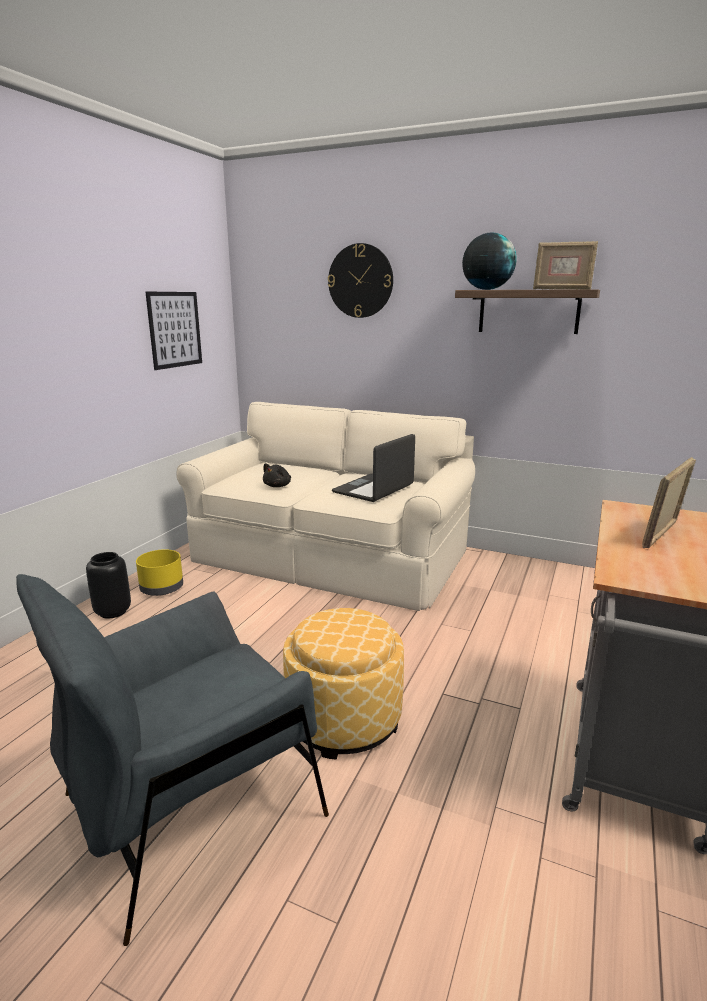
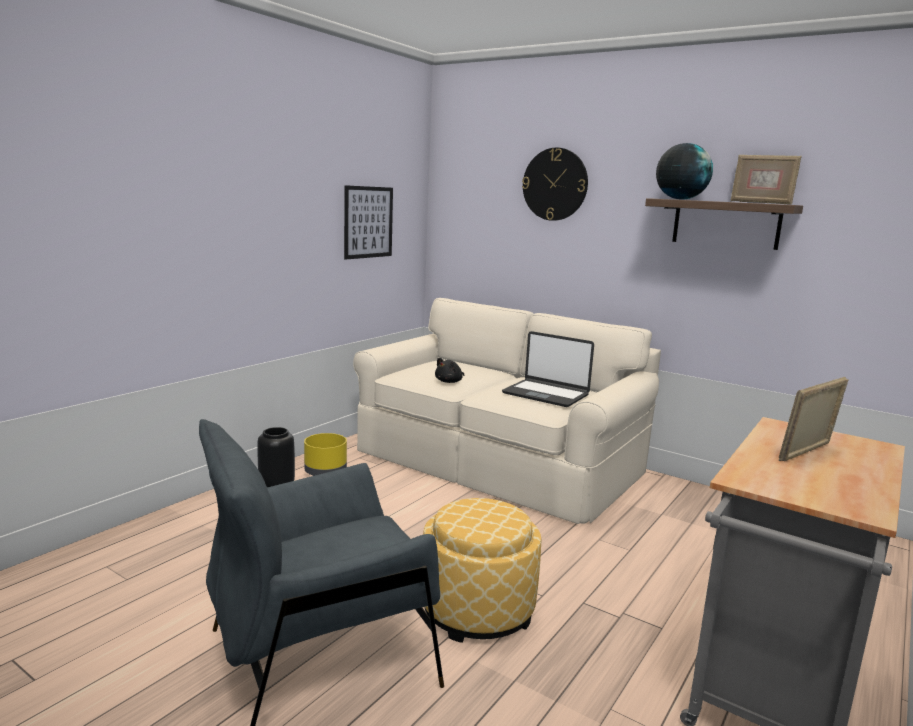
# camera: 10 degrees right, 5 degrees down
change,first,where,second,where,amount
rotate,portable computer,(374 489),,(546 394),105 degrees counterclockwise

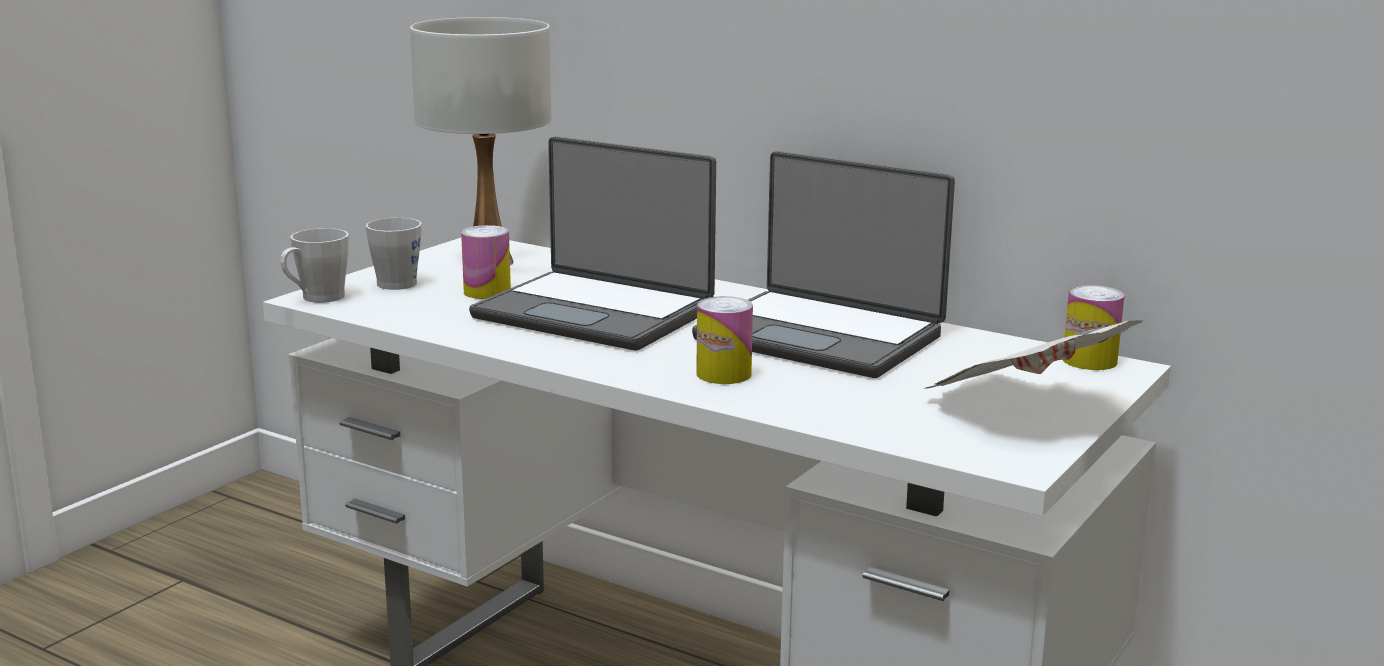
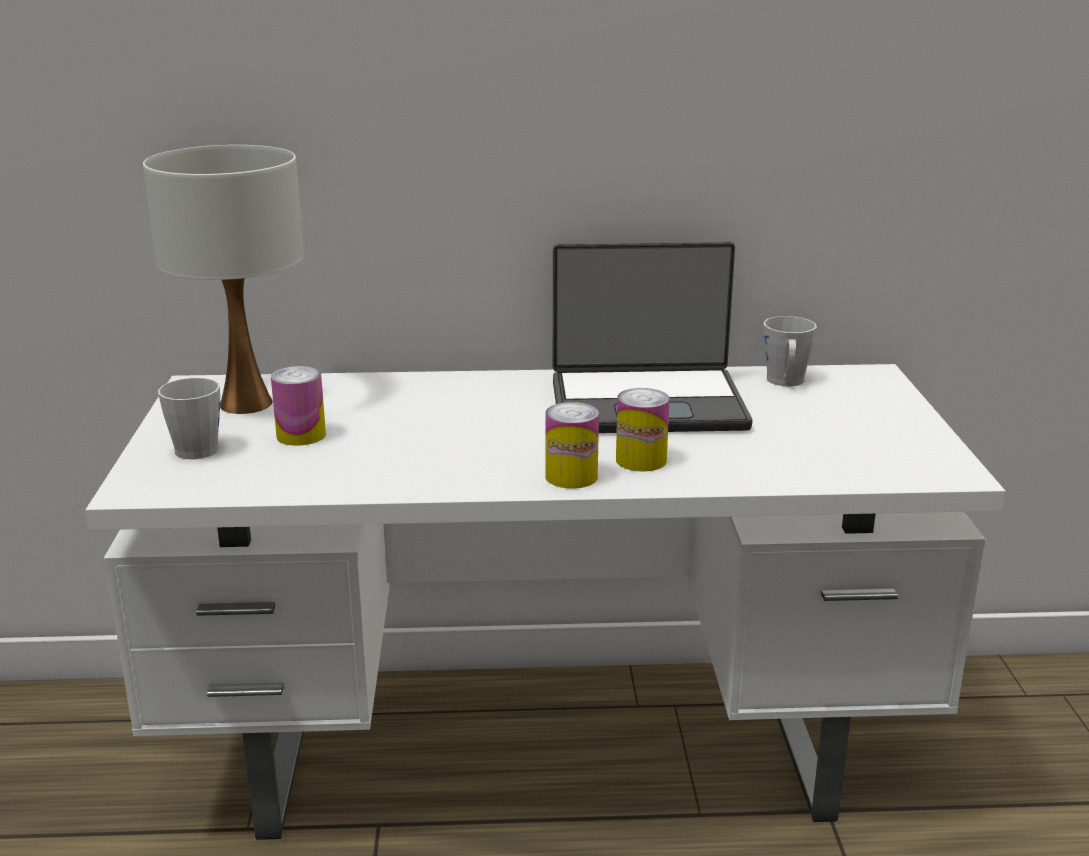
# camera: 35 degrees left, 5 degrees up
change,first,where,second,where,amount
delete,portable computer,(596 313),,,
delete,newspaper,(1025 408),,,
move,gray mug,(316 298),,(786 382),
move,metal can,(1089 361),,(571 476),

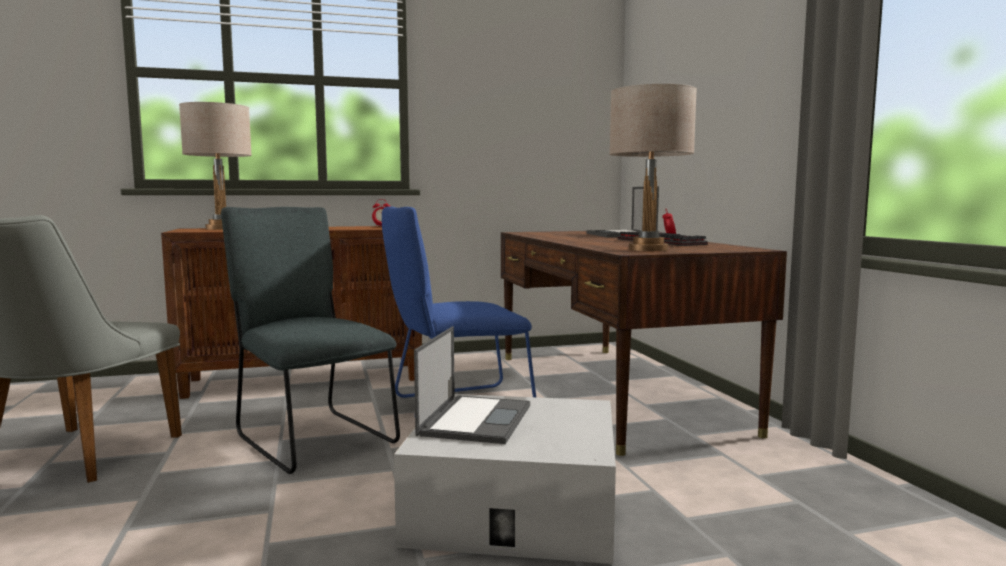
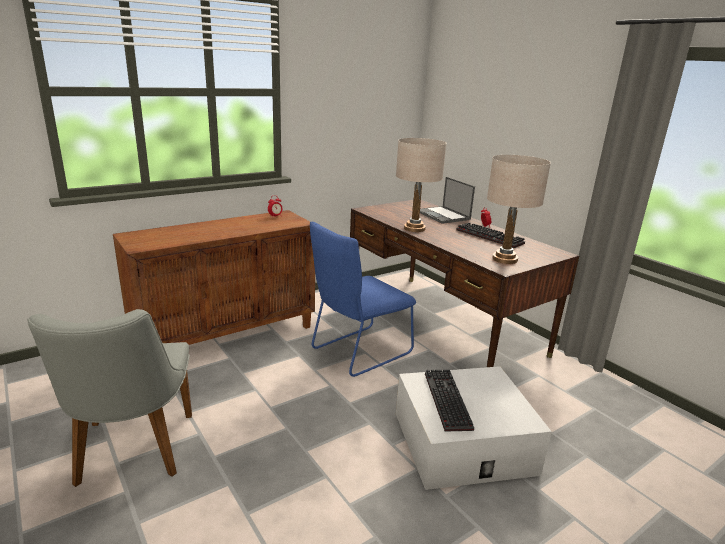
# camera: 20 degrees left, 15 degrees up
change,first,where,second,where,amount
delete,gray plain chair,(311 437),,,
move,beige table lamp,(222 228),,(414 228),
replace,portable computer,(476 419),keyboard,(445 399),

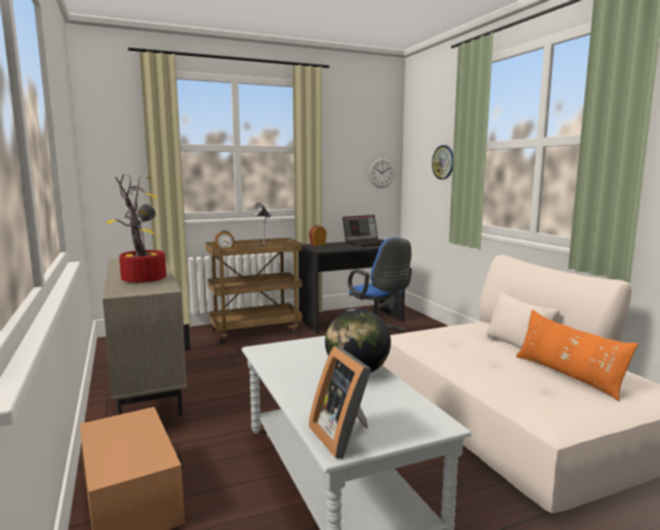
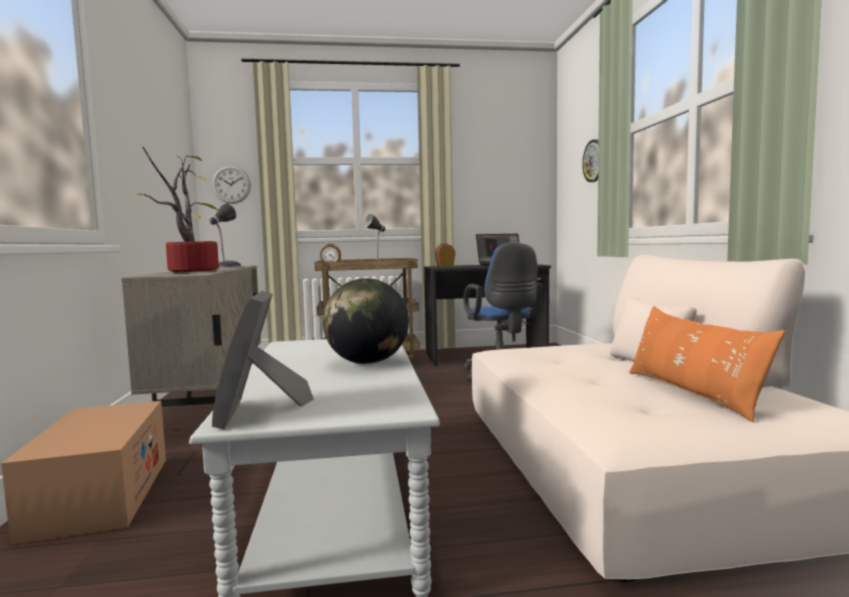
# camera: 15 degrees right, 5 degrees down
change,first,where,second,where,amount
move,hanging clock,(381 173),,(231 184),

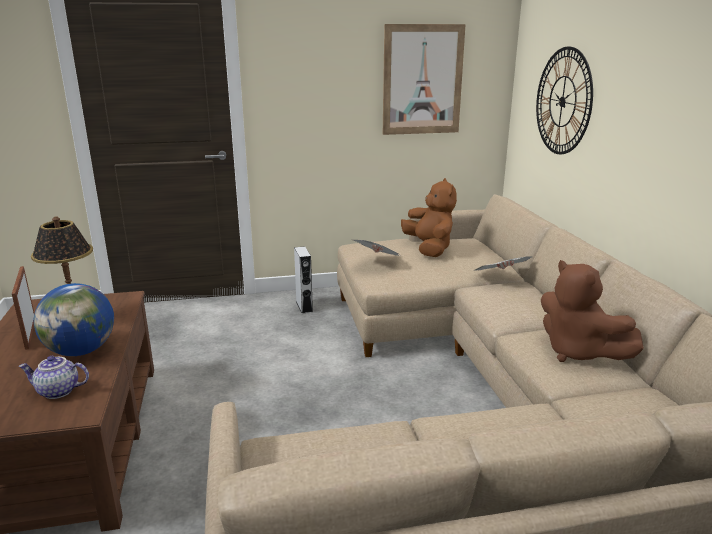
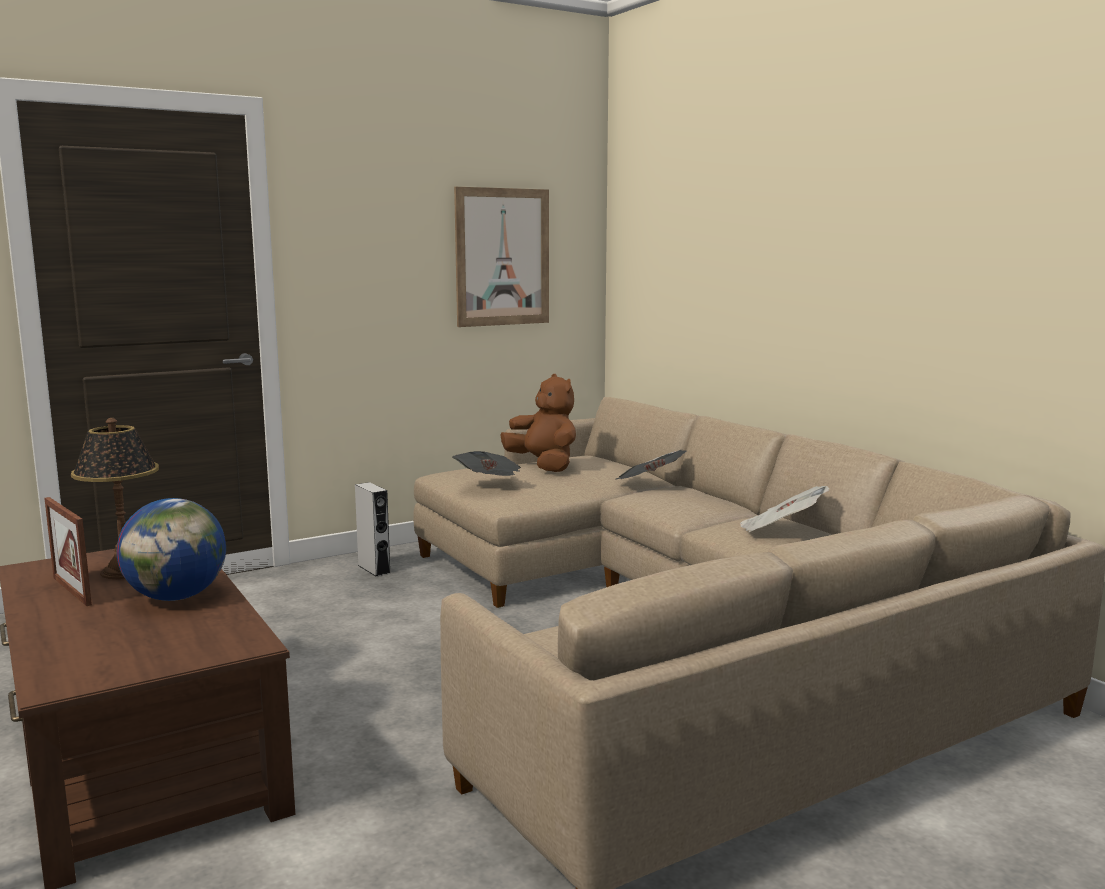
# camera: 20 degrees left, 10 degrees down
change,first,where,second,where,amount
delete,tea pot,(57 392),,,
delete,hanging clock,(562 101),,,
replace,brown-coloured soft toy,(577 352),newspaper,(780 531),

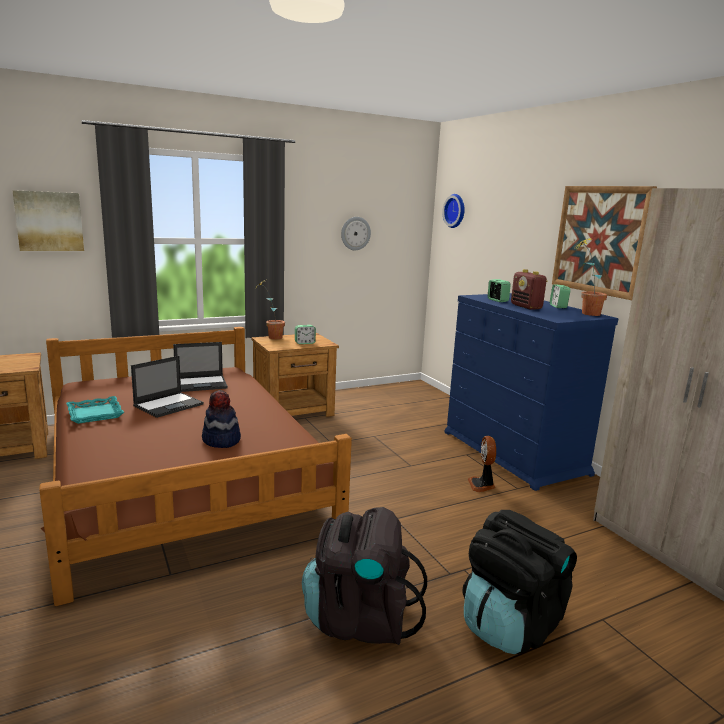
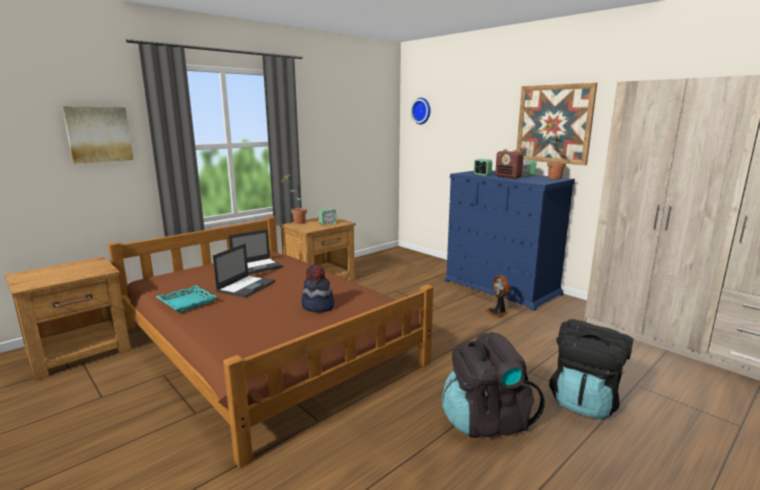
# camera: 15 degrees left, 0 degrees up
change,first,where,second,where,amount
delete,hanging clock,(355 233),,,

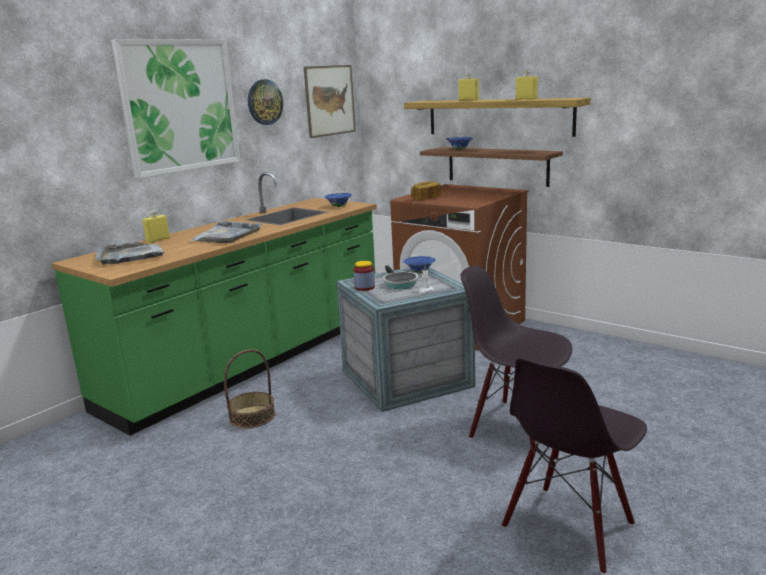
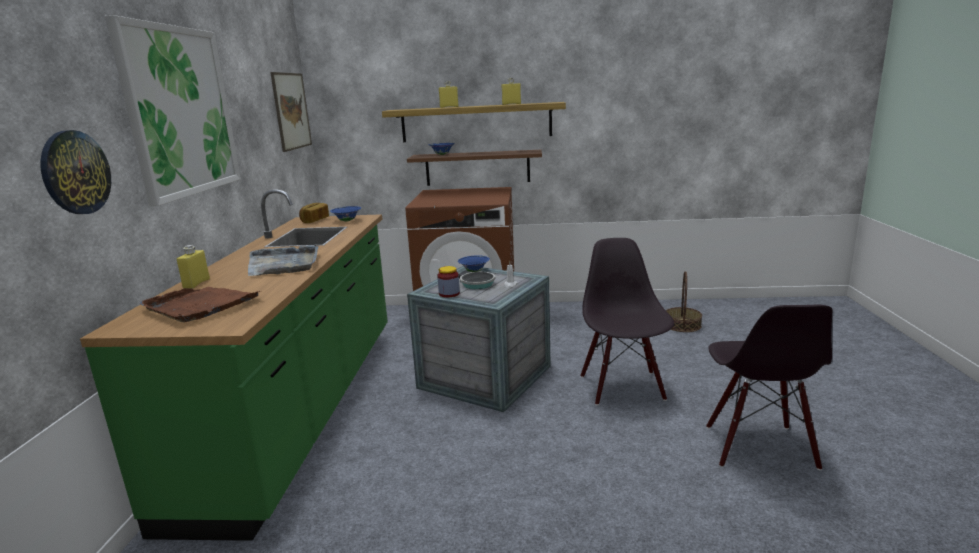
# camera: 35 degrees left, 0 degrees up
change,first,where,second,where,amount
move,storage basket,(252 416),,(682 325),
move,hanging clock,(264 102),,(75 172),
move,bread,(425 198),,(314 220),
recolor,gray serving tray,(131 256),brown-coloured serving tray,(200 306),
rotate,blackish plain chair,(516 426),,(623 387),90 degrees clockwise

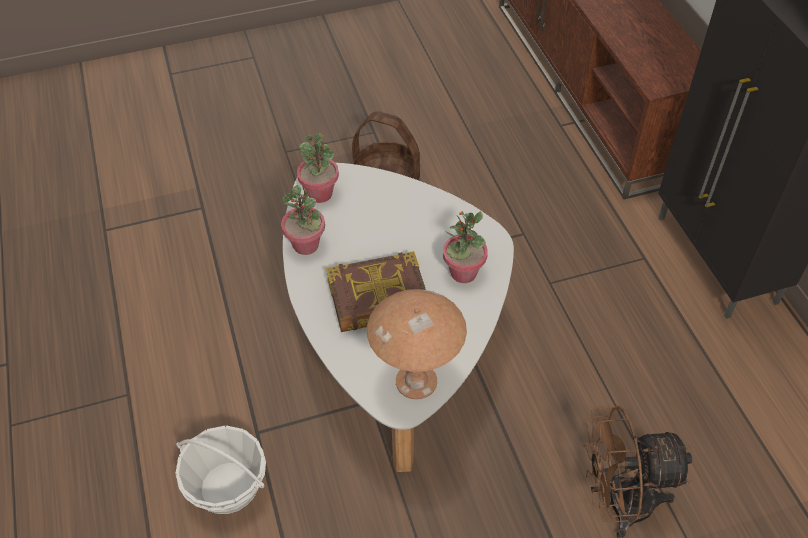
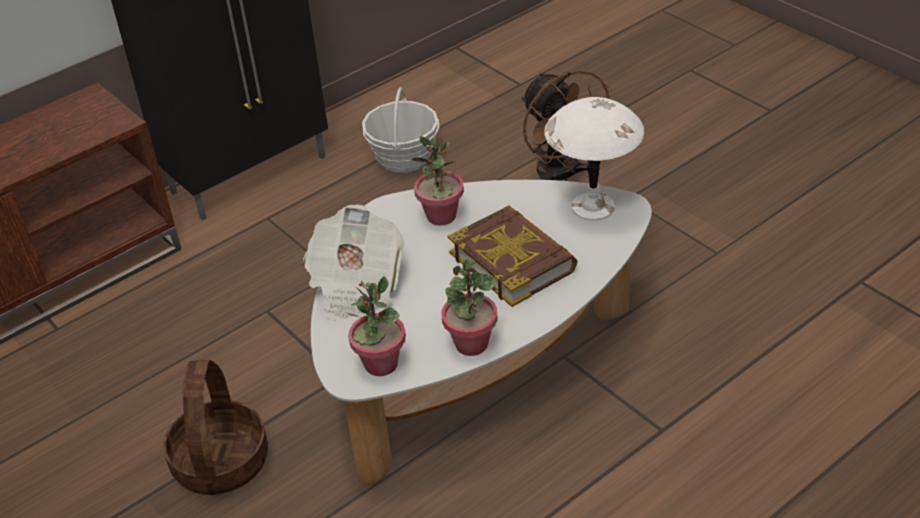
# camera: 110 degrees left, 10 degrees down
change,first,where,second,where,amount
insert,,,newspaper,(355 285),
move,storage basket,(228 487),,(404 158),
recolor,brown-coloured table lamp,(416 382),white-coloured table lamp,(593 206),

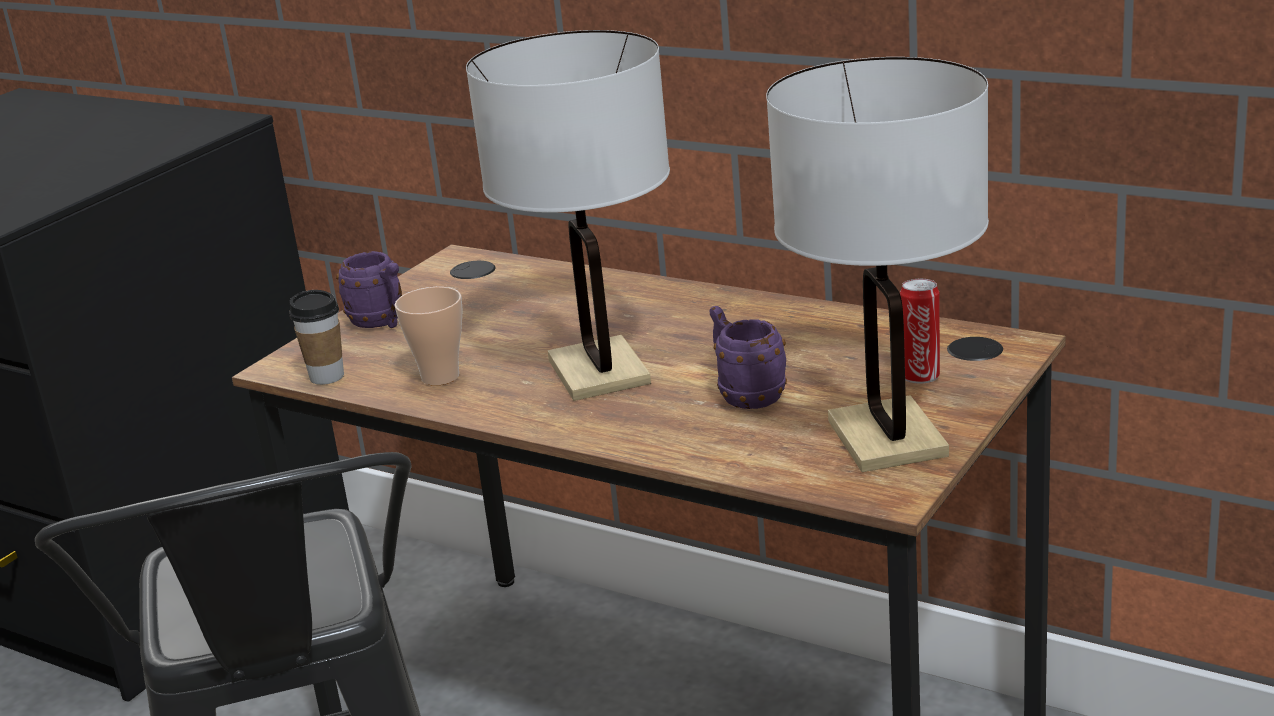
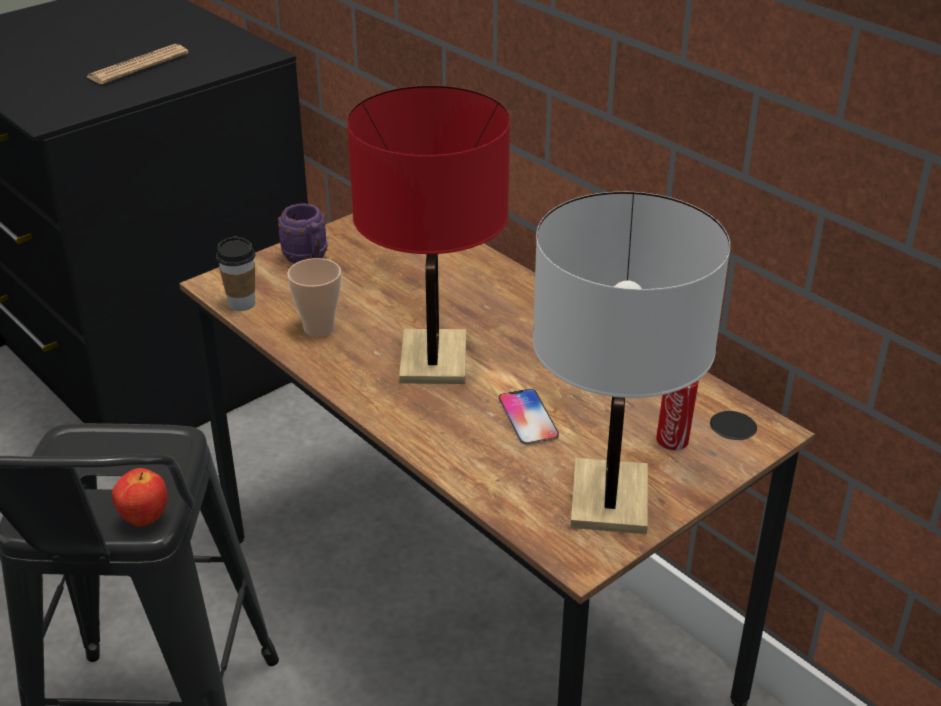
# camera: 15 degrees right, 10 degrees up
change,first,where,second,where,amount
insert,,,newspaper,(138 66),
insert,,,apple fruit,(144 518),
replace,purple-coloured mug,(745 395),telephone,(528 418),
recolor,white-coloured table lamp,(599 372),red table lamp,(434 359),

